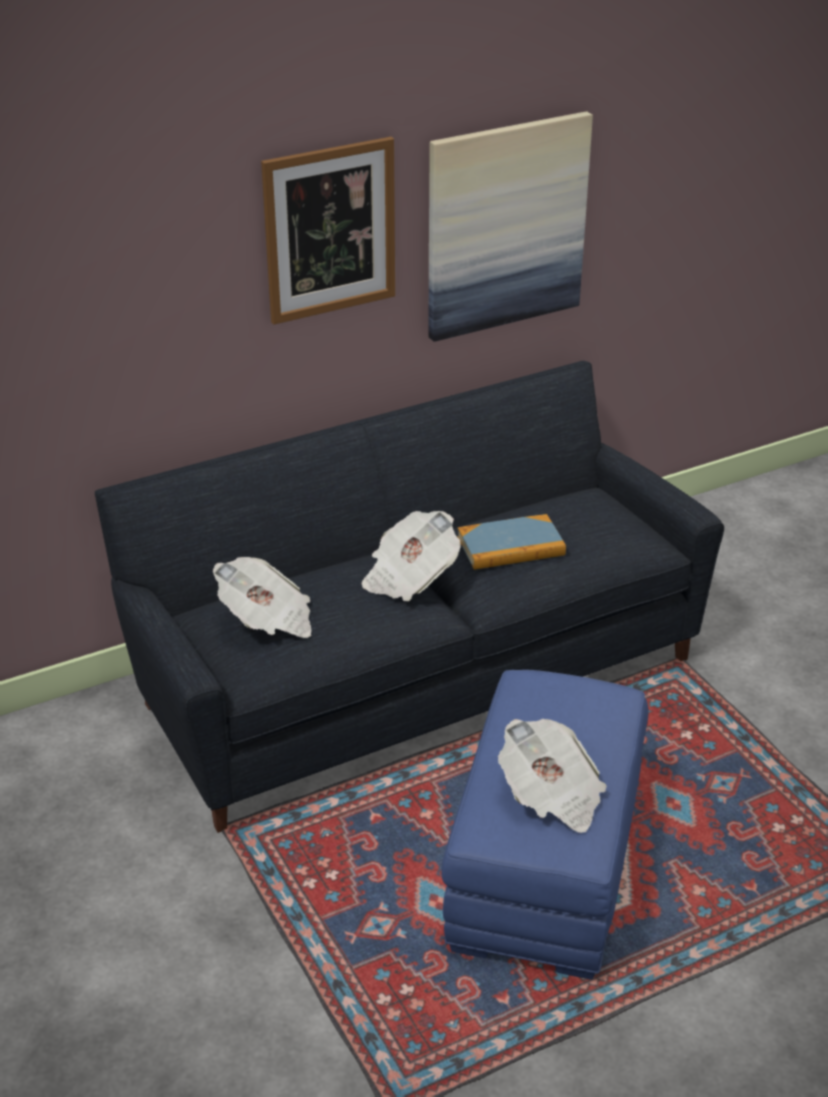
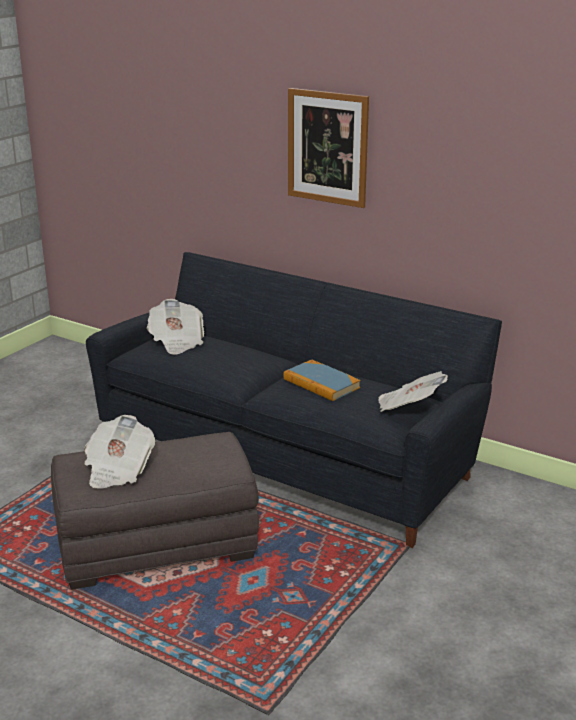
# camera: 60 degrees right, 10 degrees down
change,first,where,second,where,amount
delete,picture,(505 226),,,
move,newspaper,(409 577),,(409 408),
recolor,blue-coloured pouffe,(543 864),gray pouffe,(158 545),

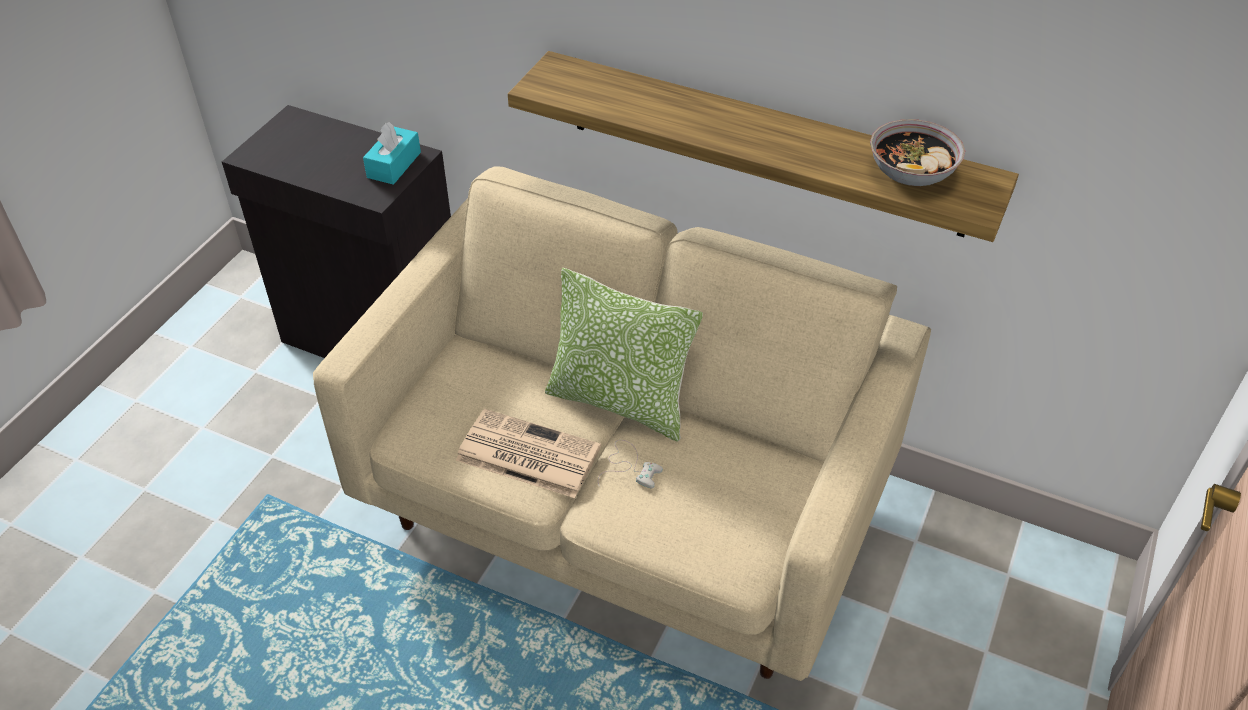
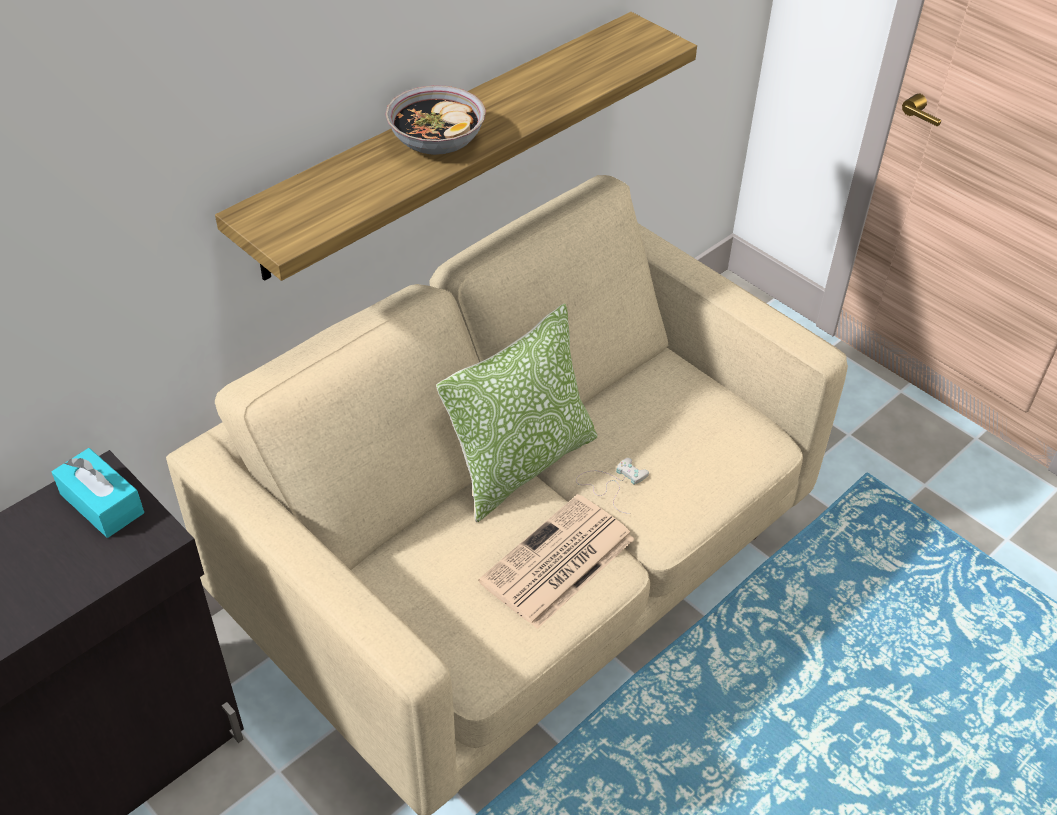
# camera: 70 degrees left, 0 degrees up
change,first,where,second,where,amount
move,bowl,(911 172),,(436 141),

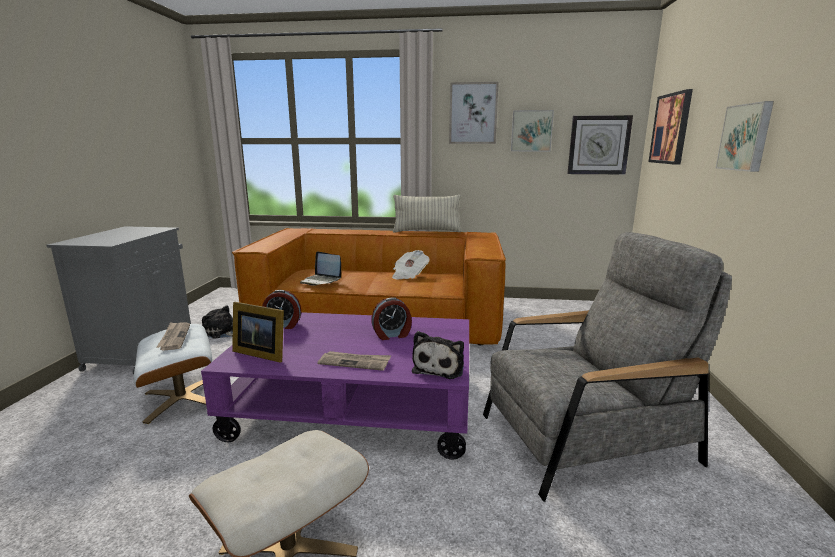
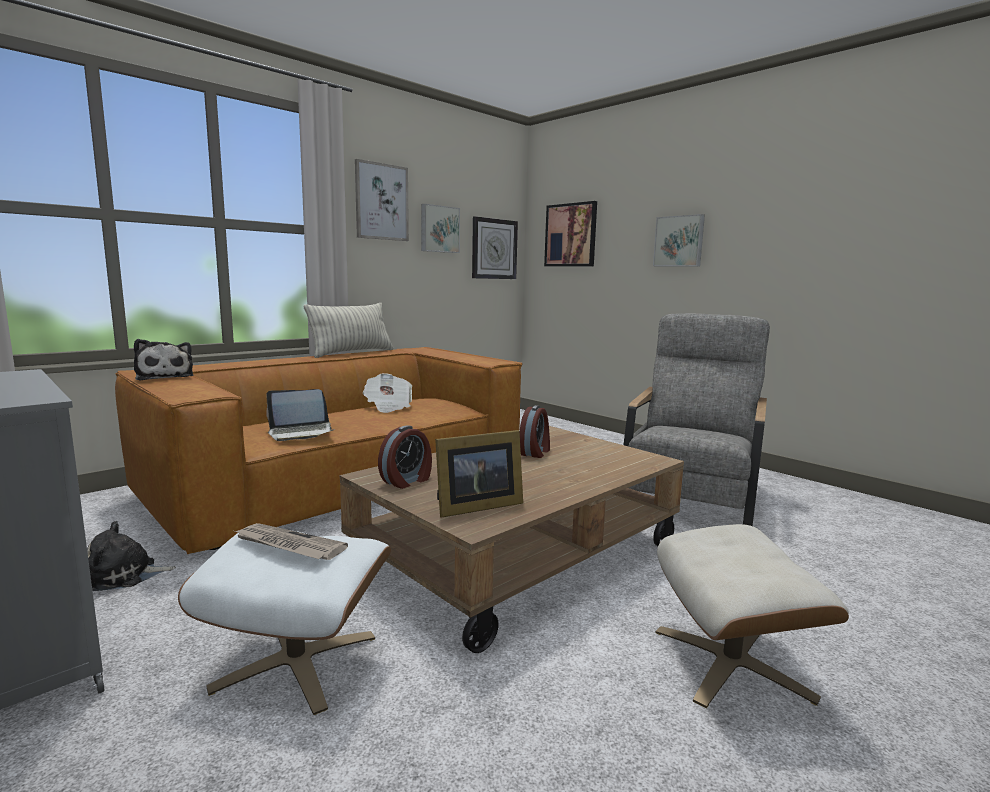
# camera: 50 degrees left, 5 degrees down
change,first,where,second,where,amount
delete,newspaper,(355 362),,,
move,soft toy,(440 367),,(165 377),
recolor,purple-coloured coffee table,(355 405),brown-coloured coffee table,(518 554),

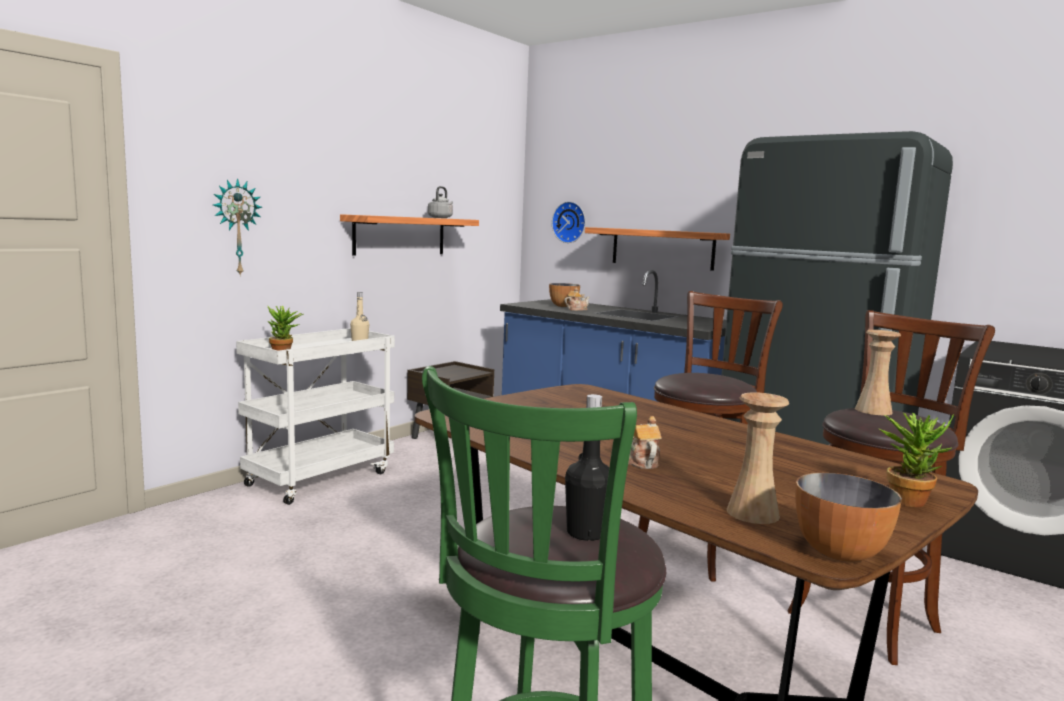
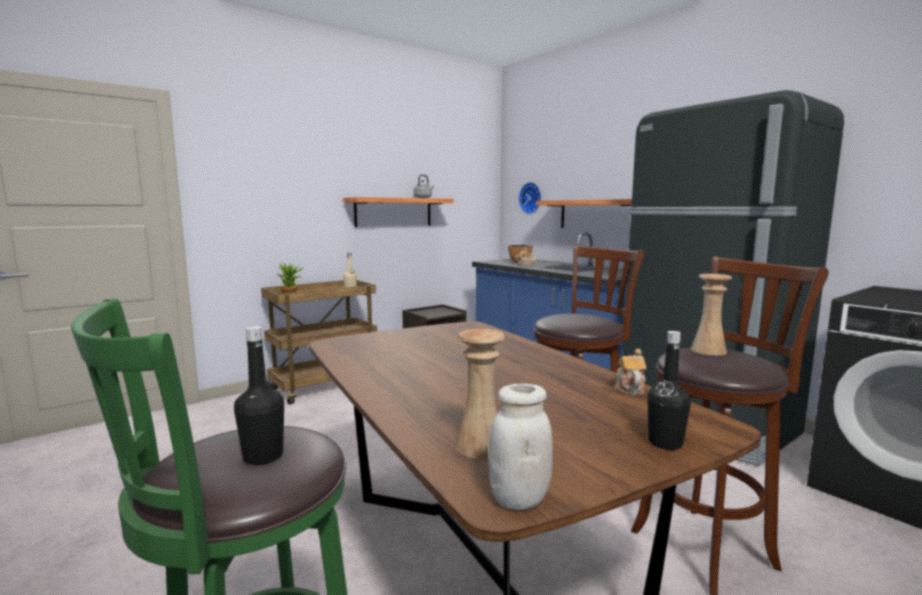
# camera: 15 degrees right, 0 degrees up
change,first,where,second,where,amount
delete,hanging clock,(236 227),,,
move,tea pot,(641 462),,(628 388),
replace,bowl,(839 553),white-coloured preserve jar,(519 499),
replace,houseplant,(908 499),blackish bottle,(665 443),
recolor,white-coloured wheeled cart,(320 478),brown-coloured wheeled cart,(324 386),

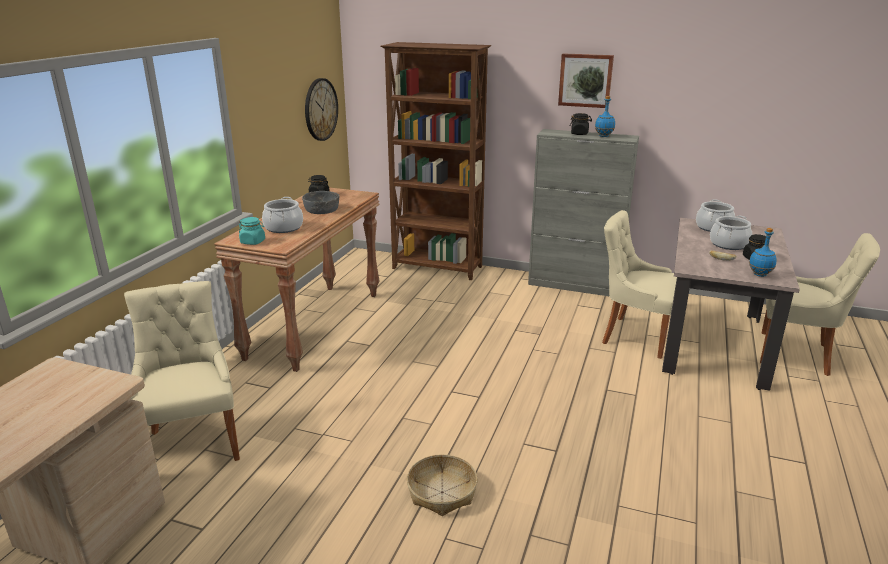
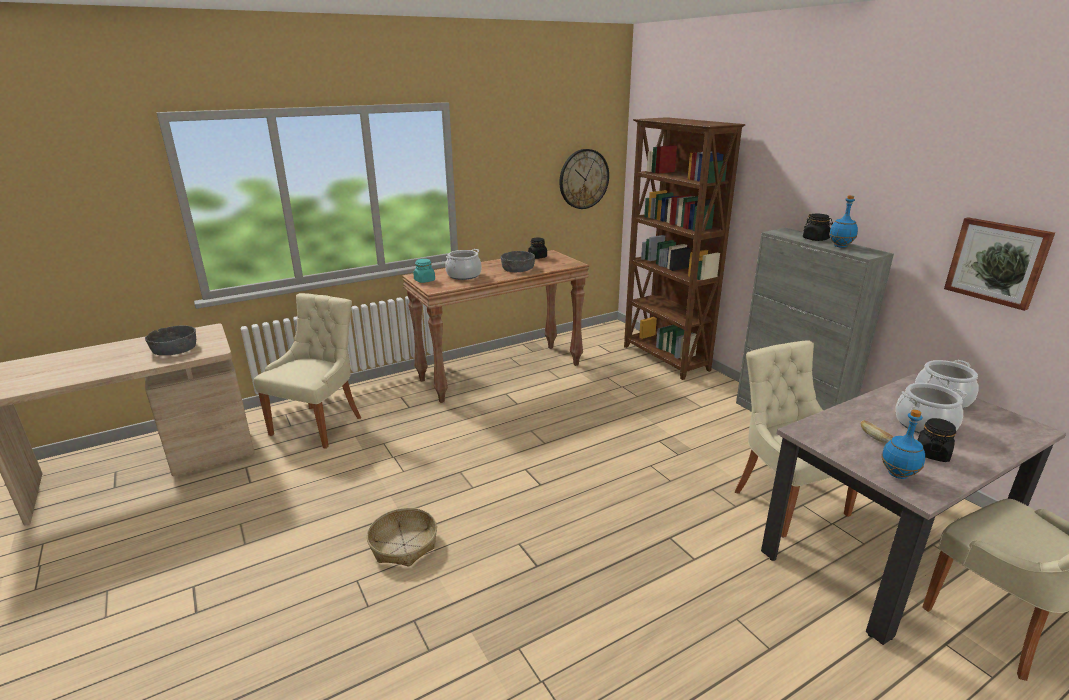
# camera: 40 degrees right, 0 degrees up
change,first,where,second,where,amount
insert,,,gray bowl,(175 348),
move,picture,(585 80),,(997 262),

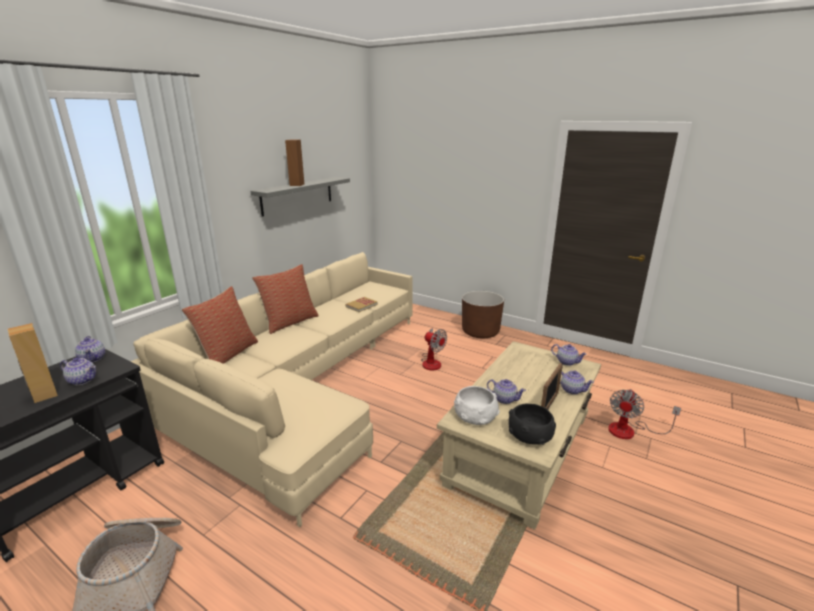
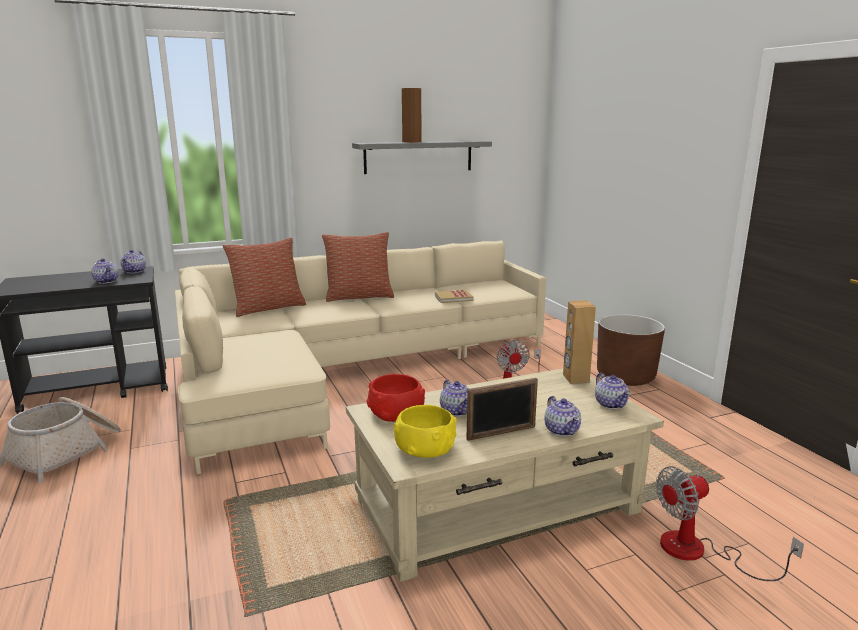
# camera: 35 degrees right, 5 degrees down
change,first,where,second,where,amount
move,brown-coloured audio speaker,(44 395),,(575 378),
recolor,white-coloured bowl,(475 415),red bowl,(397 413),
recolor,blackish bowl,(529 435),yellowish bowl,(424 448),

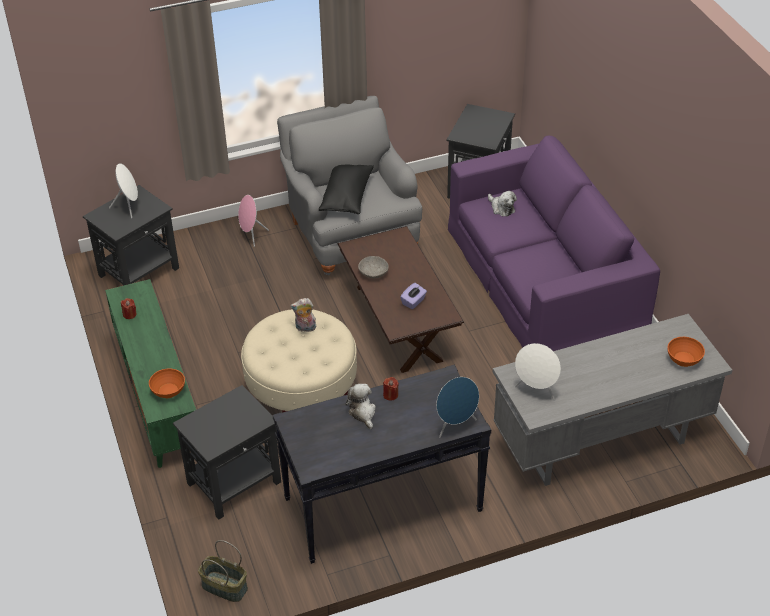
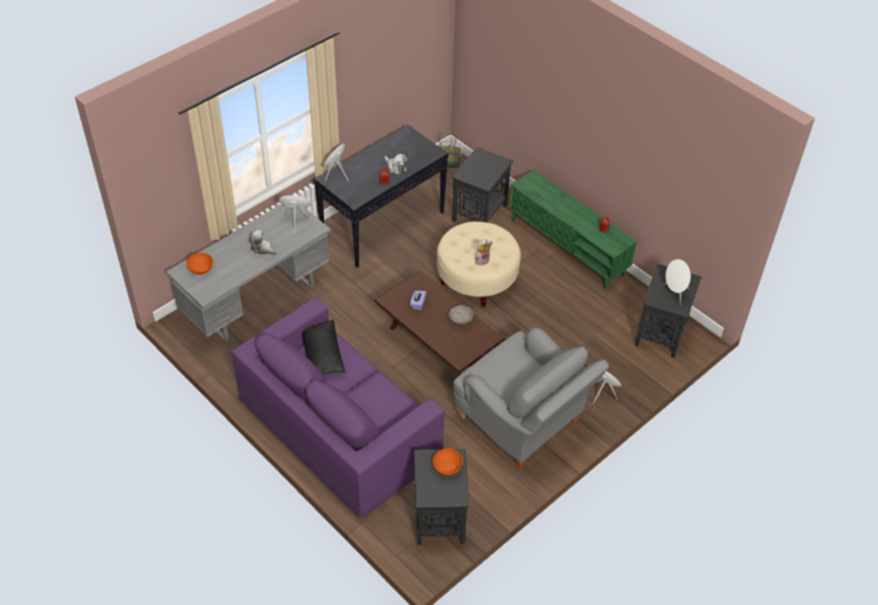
# camera: 155 degrees right, 5 degrees up
change,first,where,second,where,amount
move,orange bowl,(168 390),,(447 467),
move,blackish cushion,(347 196),,(322 355),
move,soft toy,(501 208),,(262 249),

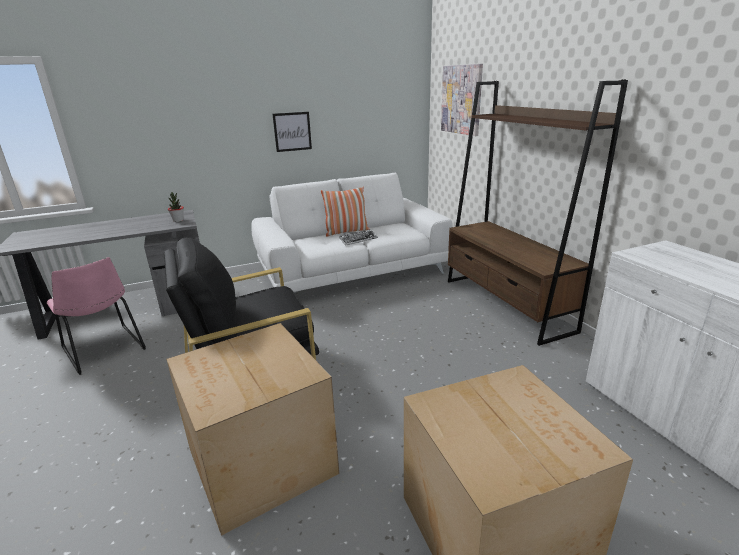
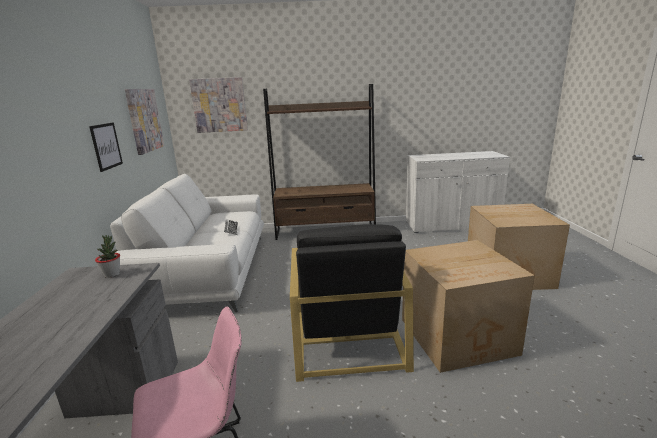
# camera: 70 degrees left, 5 degrees down
change,first,where,second,where,amount
delete,cushion,(346 232),,,
insert,,,picture,(144 120),

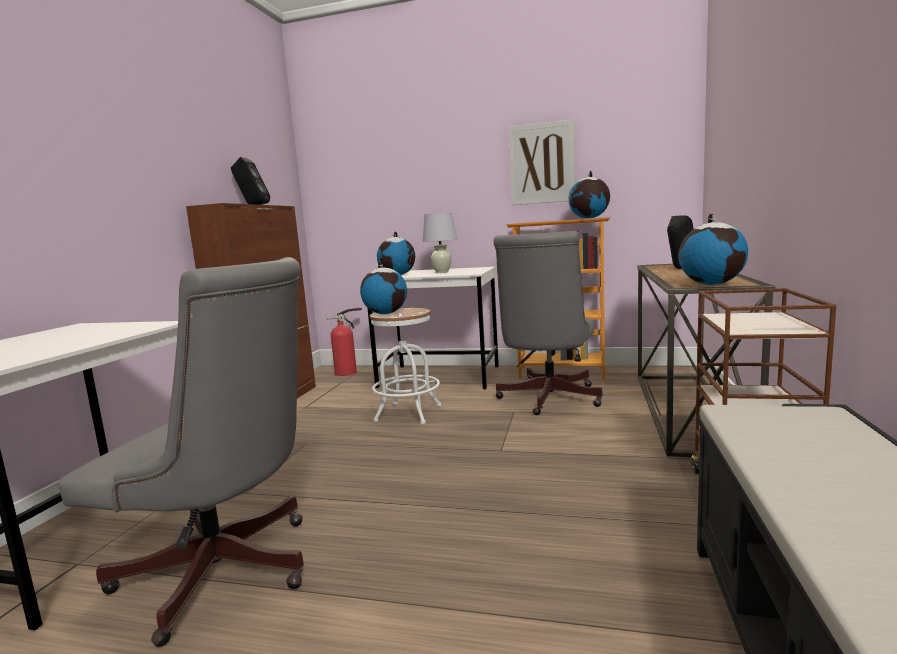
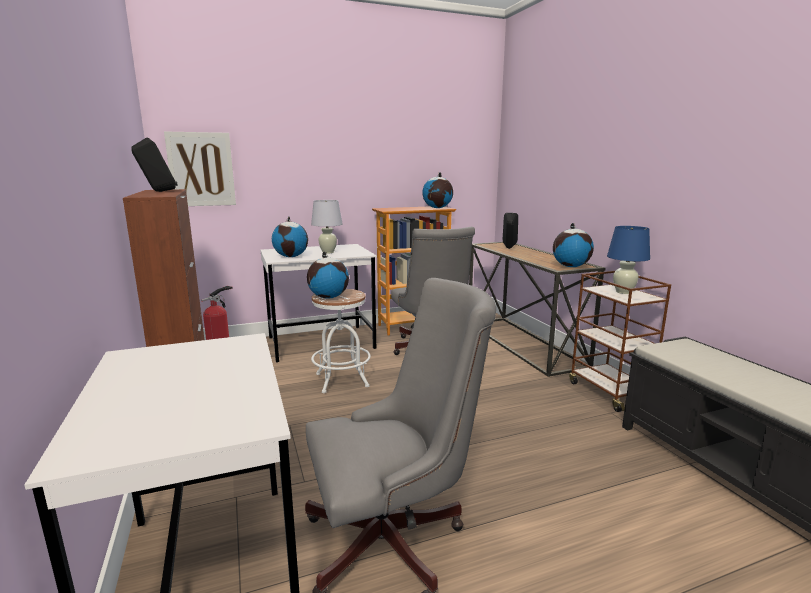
# camera: 35 degrees left, 5 degrees up
change,first,where,second,where,amount
insert,,,blue-coloured table lamp,(623 292),
move,picture,(542 163),,(201 169),

